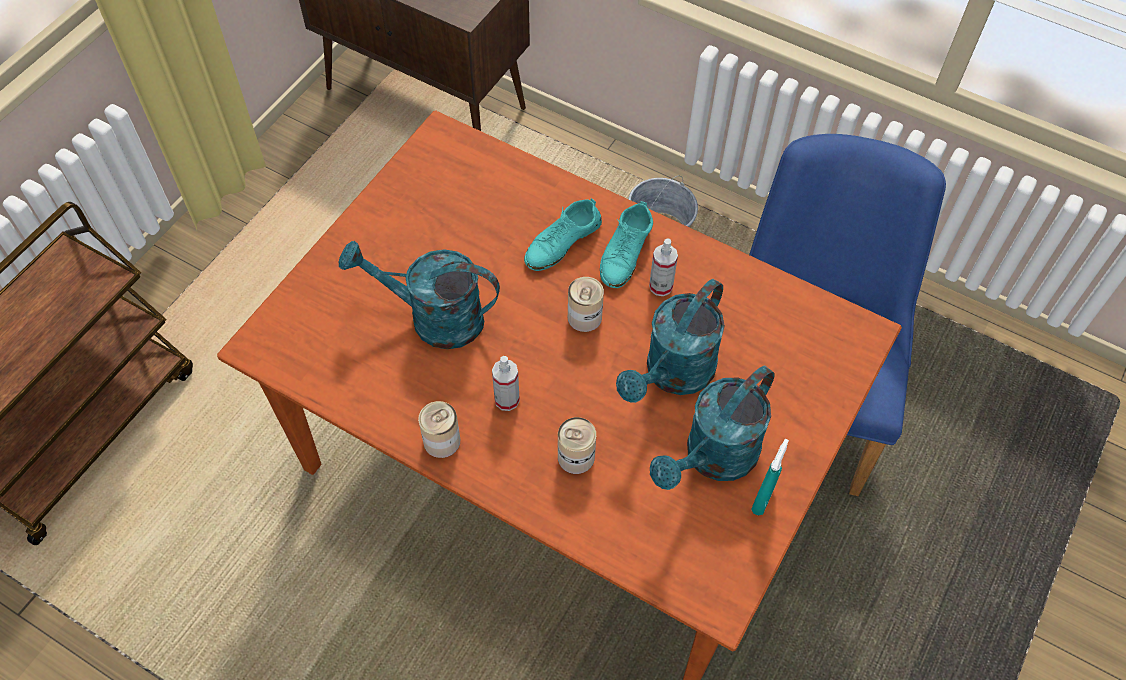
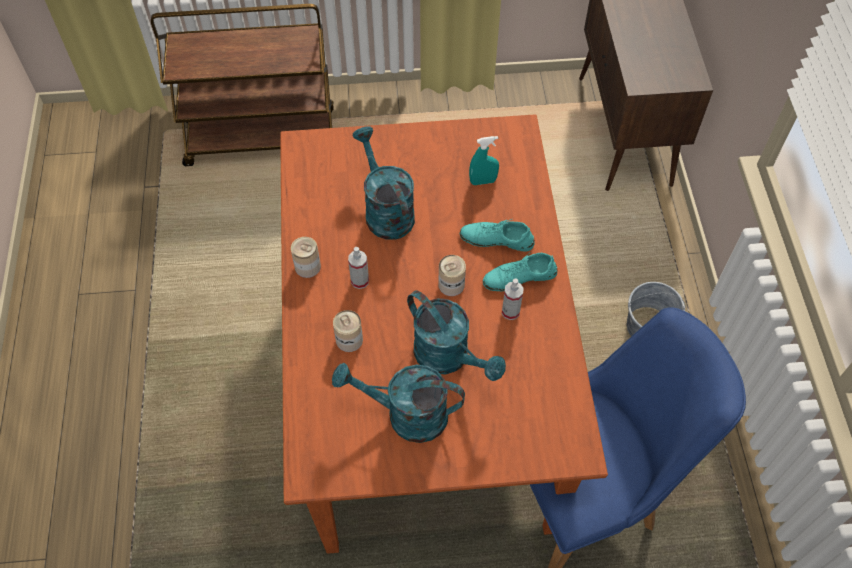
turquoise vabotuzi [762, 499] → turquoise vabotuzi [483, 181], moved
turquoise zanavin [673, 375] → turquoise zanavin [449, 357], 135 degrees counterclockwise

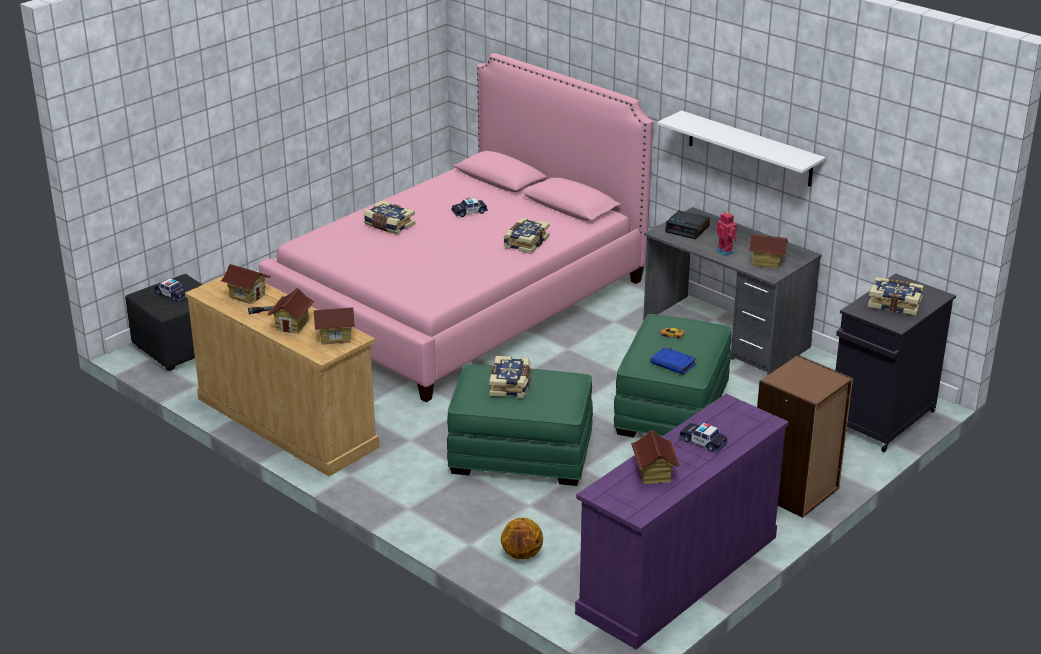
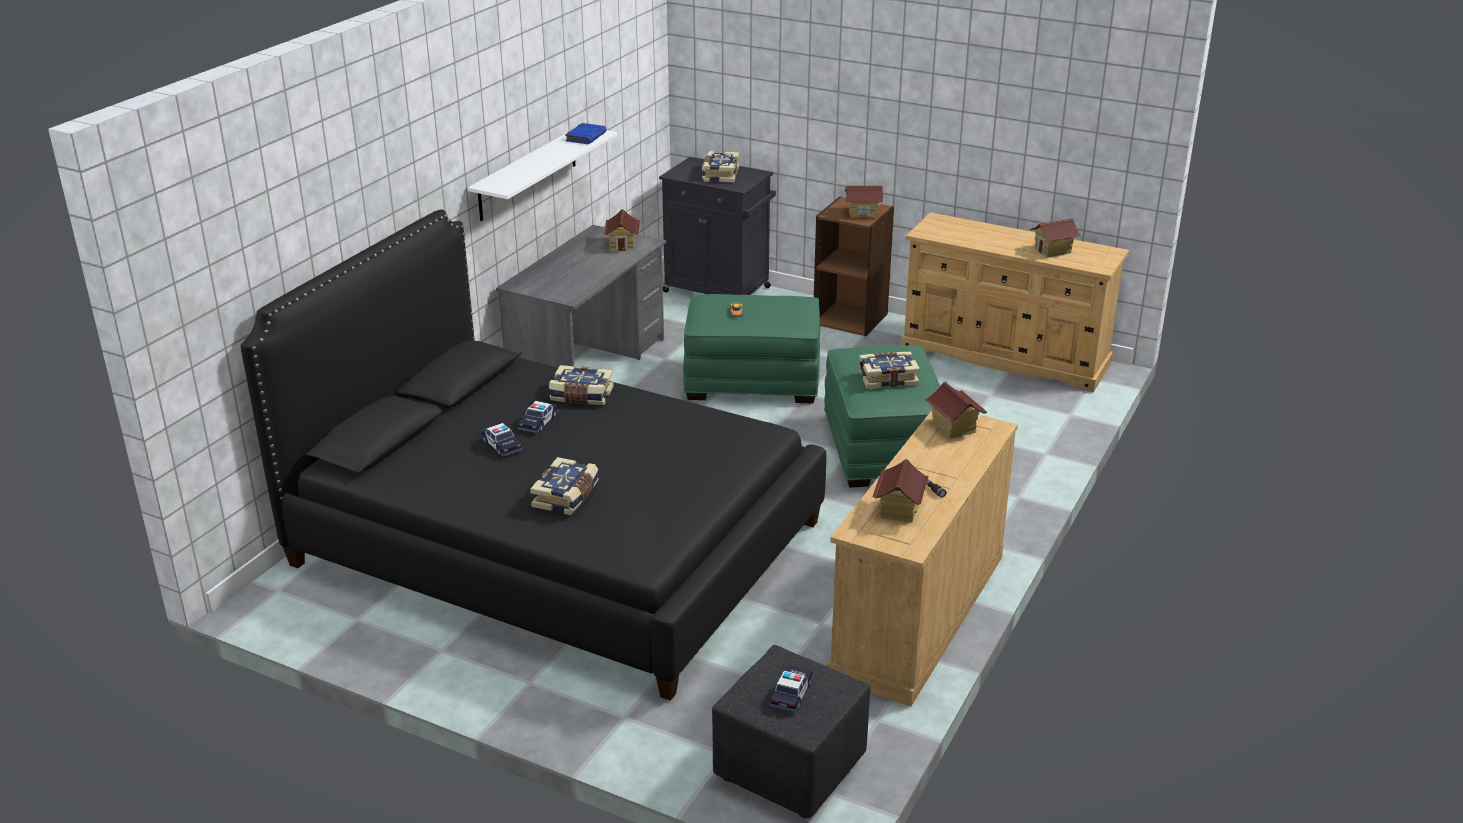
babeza [522, 555] → -
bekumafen [688, 229] → -
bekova [725, 251] → -
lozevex [292, 325] → lozevex [862, 214], moved
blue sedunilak [673, 364] → blue sedunilak [585, 137], moved
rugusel [703, 441] → rugusel [538, 422], moved
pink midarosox [459, 299] → black midarosox [556, 543]
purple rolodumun [678, 575] → beige rolodumun [1005, 356]

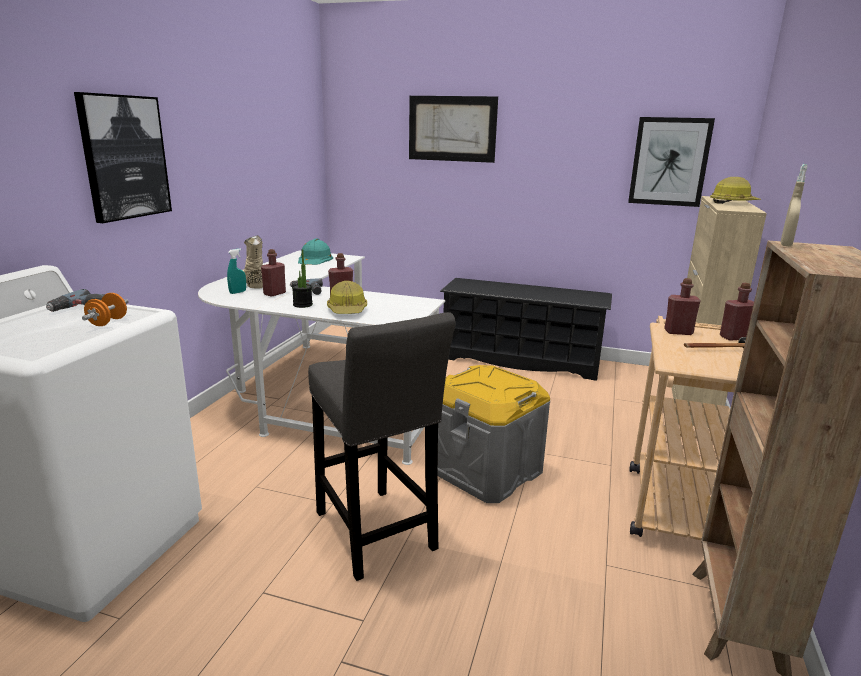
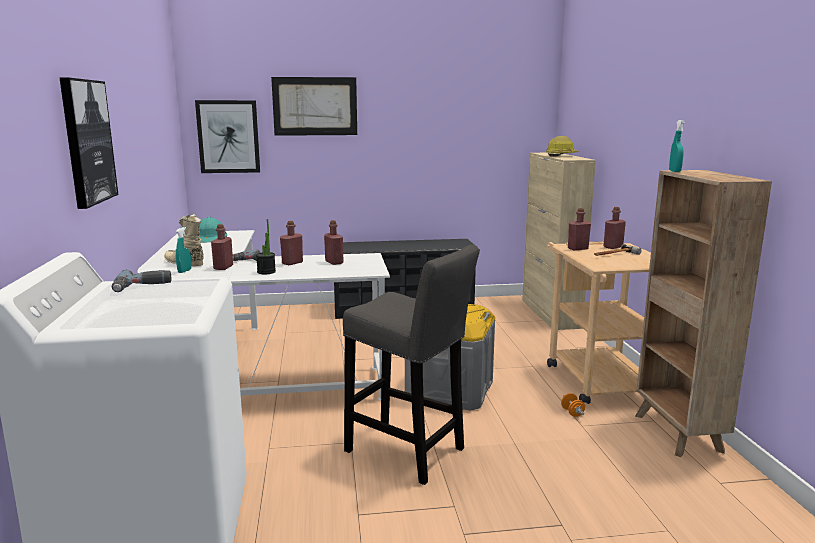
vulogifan [347, 310] → -
- → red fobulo [334, 262]
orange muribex [108, 322] → orange muribex [572, 413], moved
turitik [669, 162] → turitik [228, 136], moved
beige vabotuzi [785, 244] → turquoise vabotuzi [674, 171]

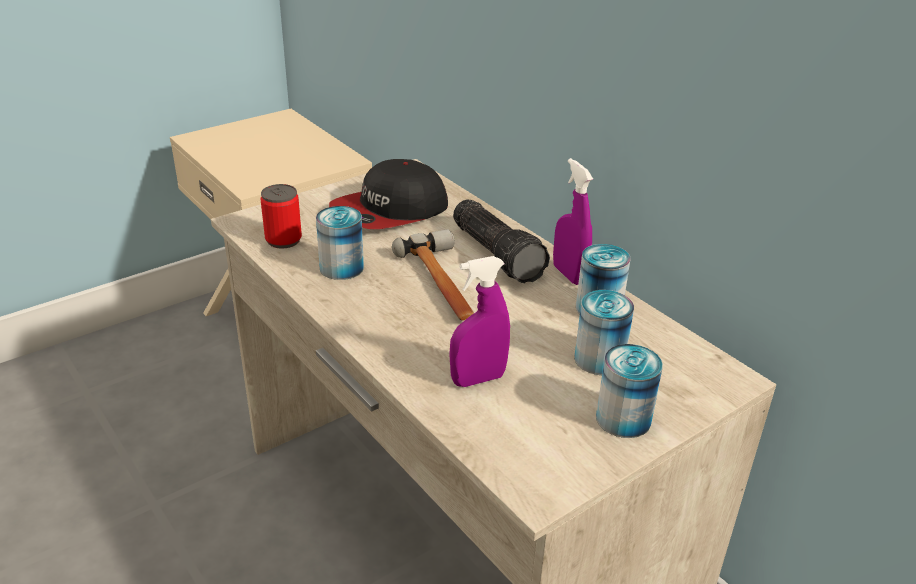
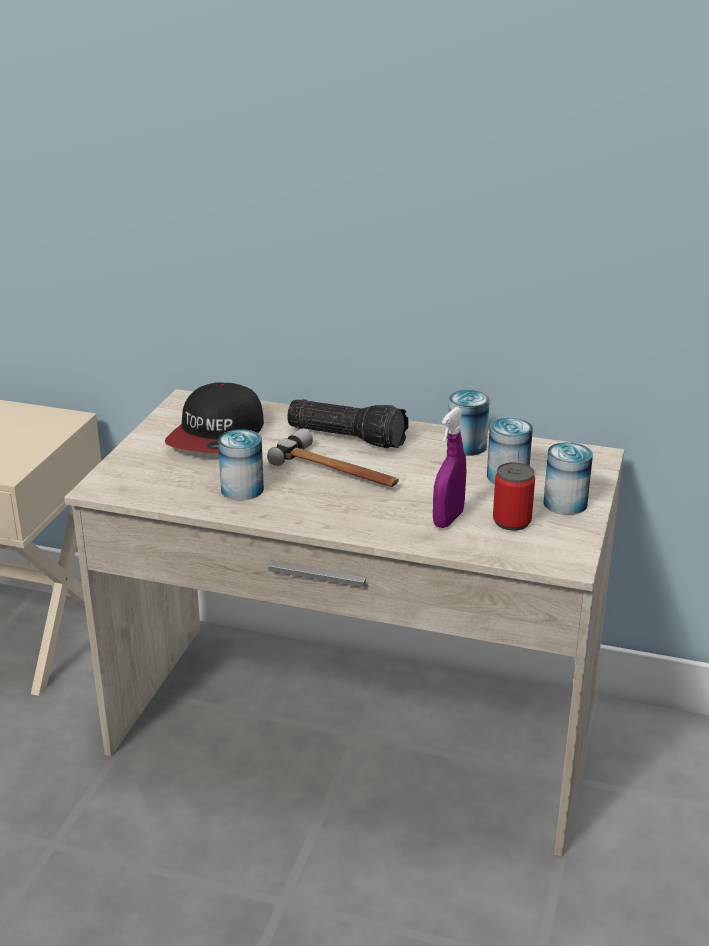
purple vabotuzi [568, 274] → -
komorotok [283, 240] → komorotok [512, 521], moved

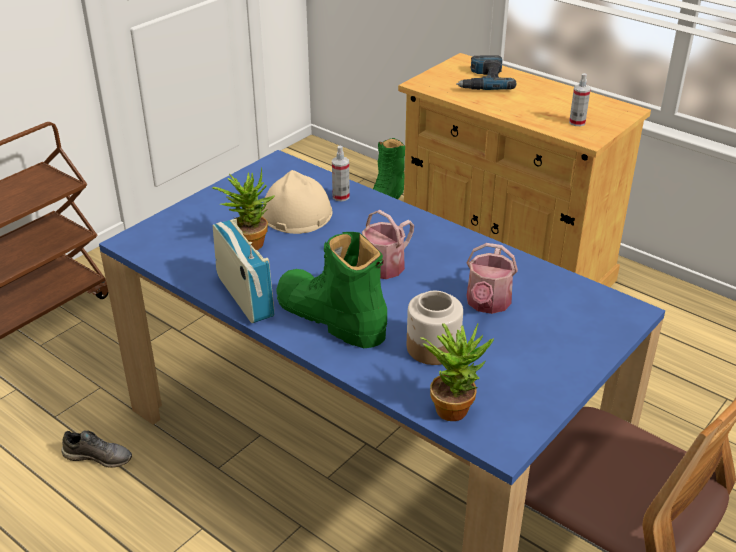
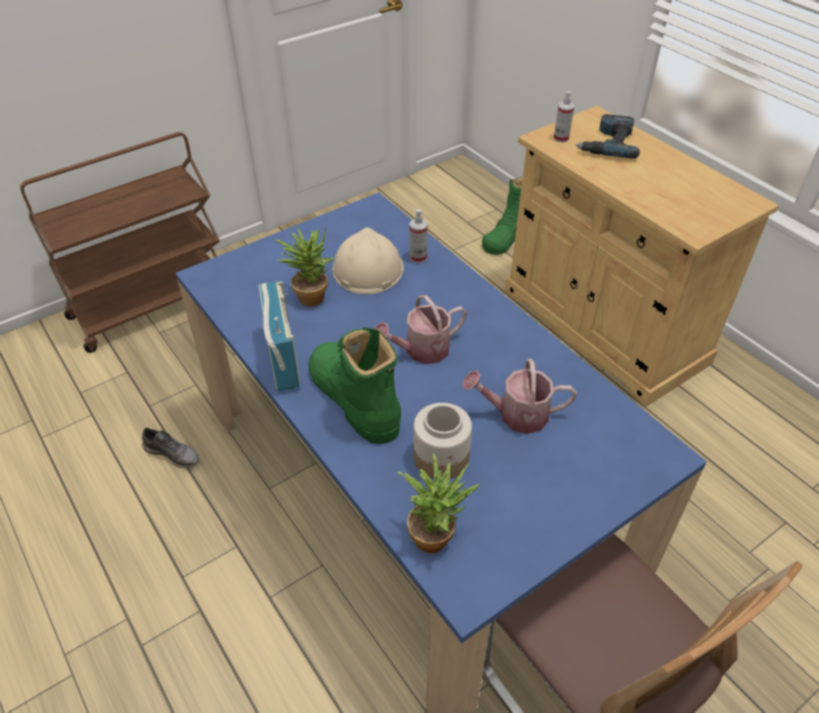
vabotuzi [577, 122] → vabotuzi [561, 138], moved
zanavin [487, 304] → zanavin [516, 415], 60 degrees clockwise

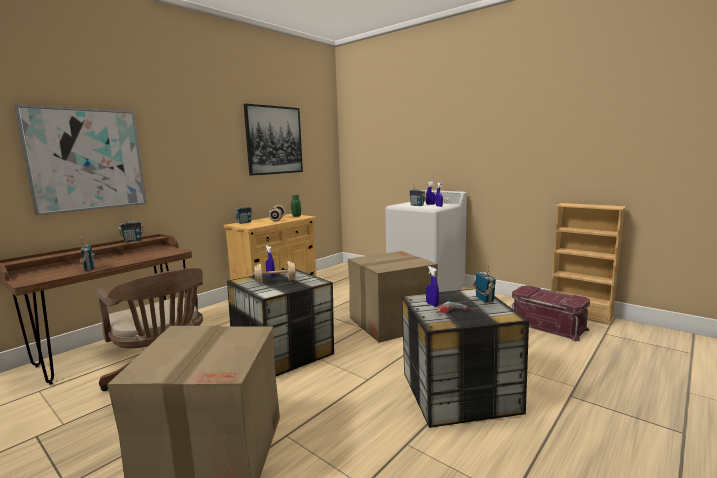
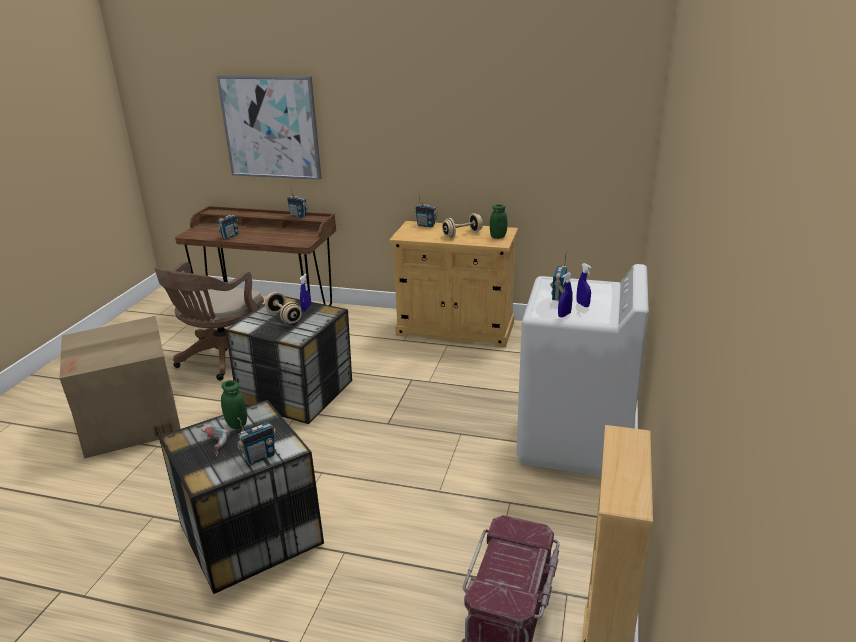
turitik [274, 140] → -
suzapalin [391, 323] → -
blue vabotuzi [432, 304] → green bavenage [237, 424]

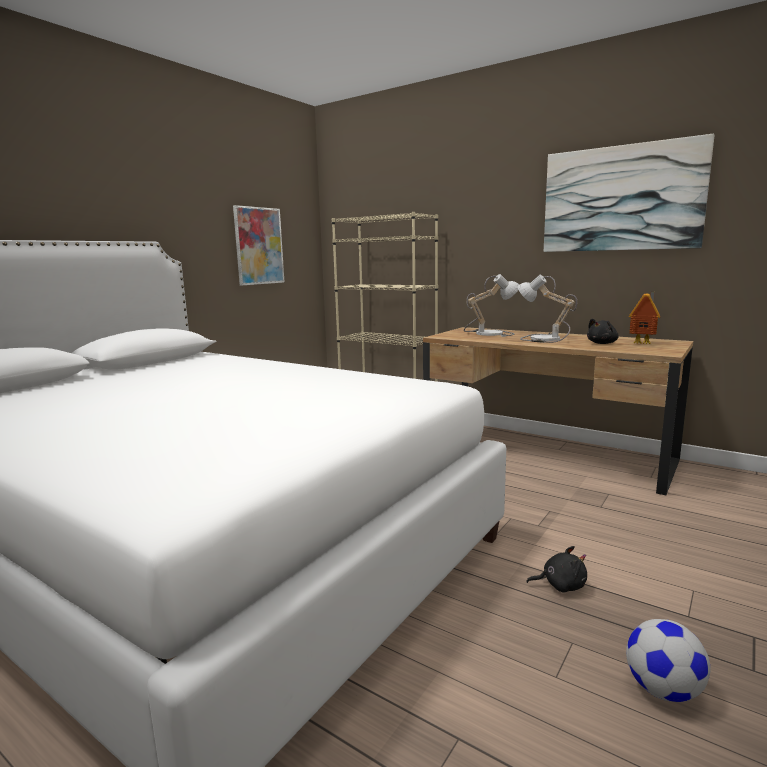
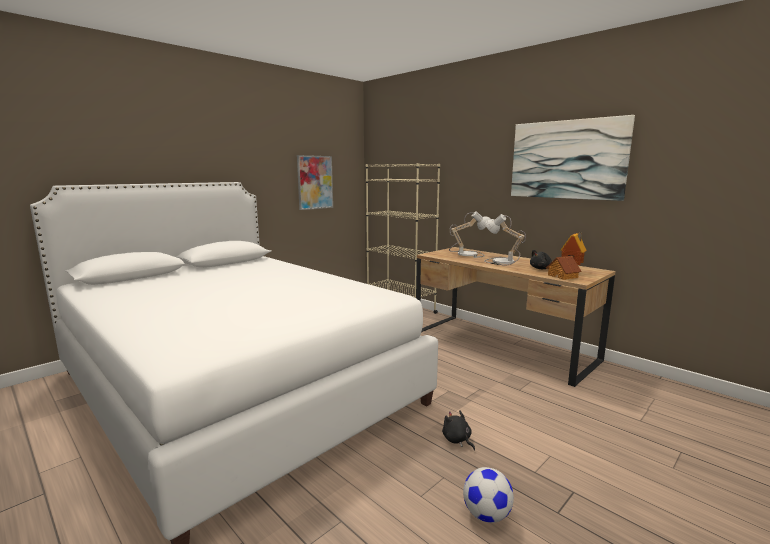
- → lozevex [563, 276]
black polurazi [560, 585] → black polurazi [457, 440], 135 degrees counterclockwise

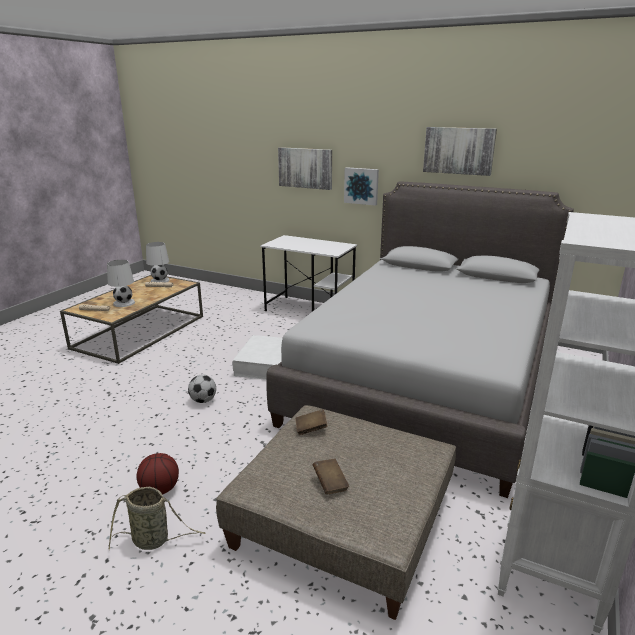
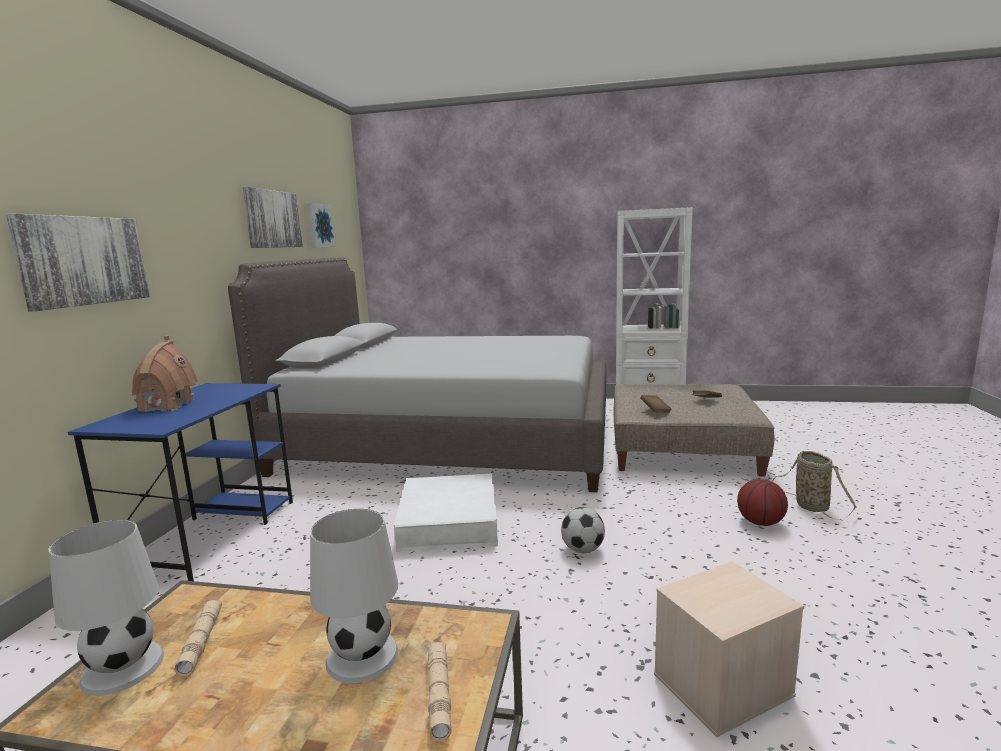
- → lozevex [166, 405]
- → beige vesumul [722, 686]
turitik [361, 186] → turitik [319, 226], moved
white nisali [310, 310] → blue nisali [211, 534]

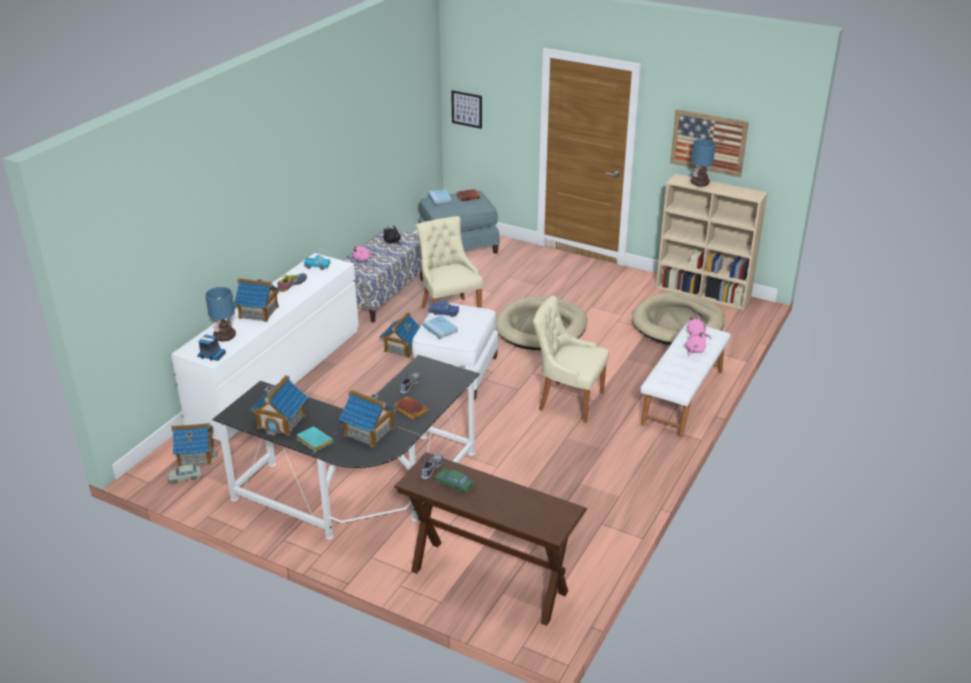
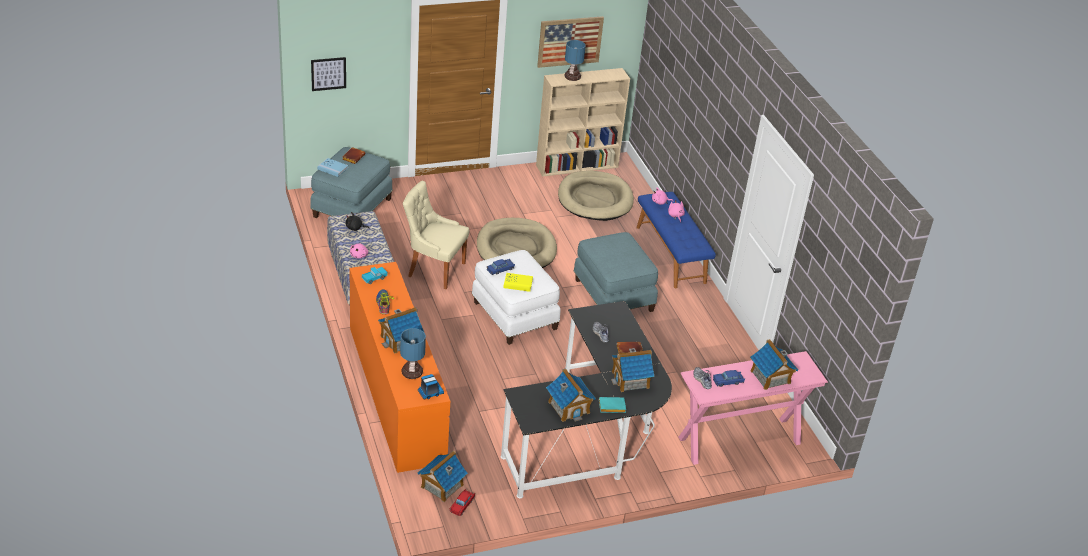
lozevex [402, 348] → lozevex [770, 377], moved
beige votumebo [568, 400] → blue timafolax [612, 295]
beige rugusel [185, 477] → red rugusel [462, 505]
white rolodumun [277, 376] → orange rolodumun [395, 392]
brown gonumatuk [488, 581] → pink gonumatuk [739, 440]
blue sedunilak [440, 328] → yellow sedunilak [518, 283]
green rugusel [454, 484] → blue rugusel [728, 381]
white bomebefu [683, 397] → blue bomebefu [671, 254]

